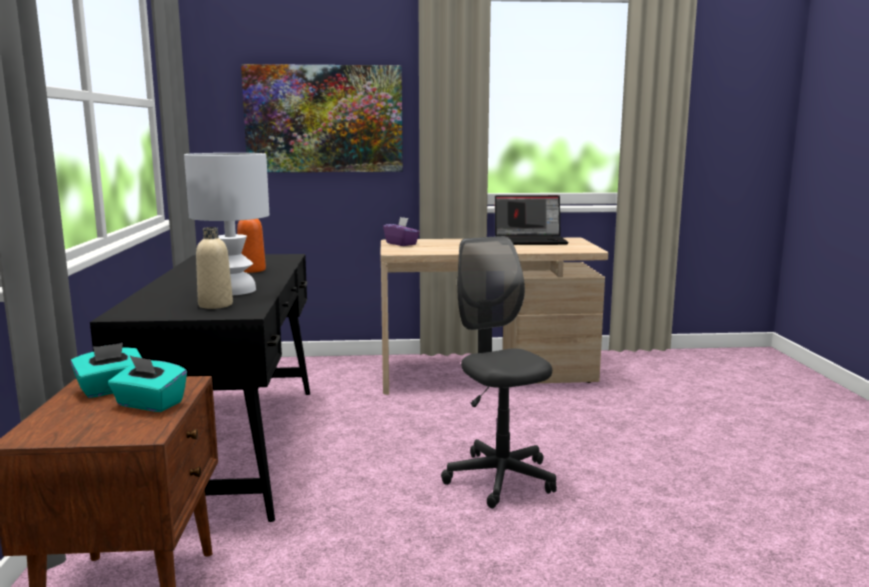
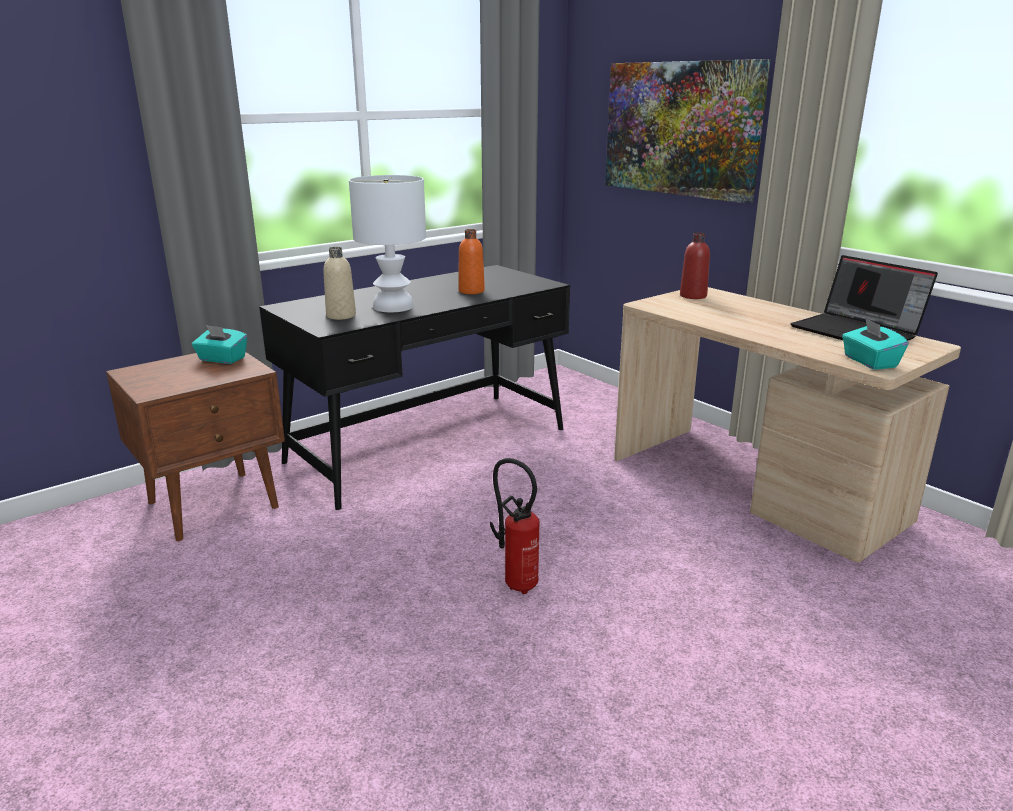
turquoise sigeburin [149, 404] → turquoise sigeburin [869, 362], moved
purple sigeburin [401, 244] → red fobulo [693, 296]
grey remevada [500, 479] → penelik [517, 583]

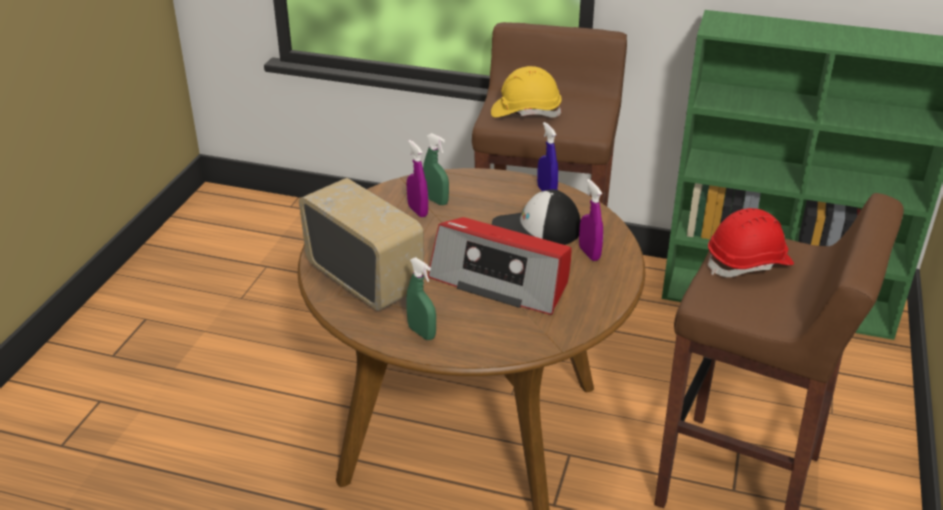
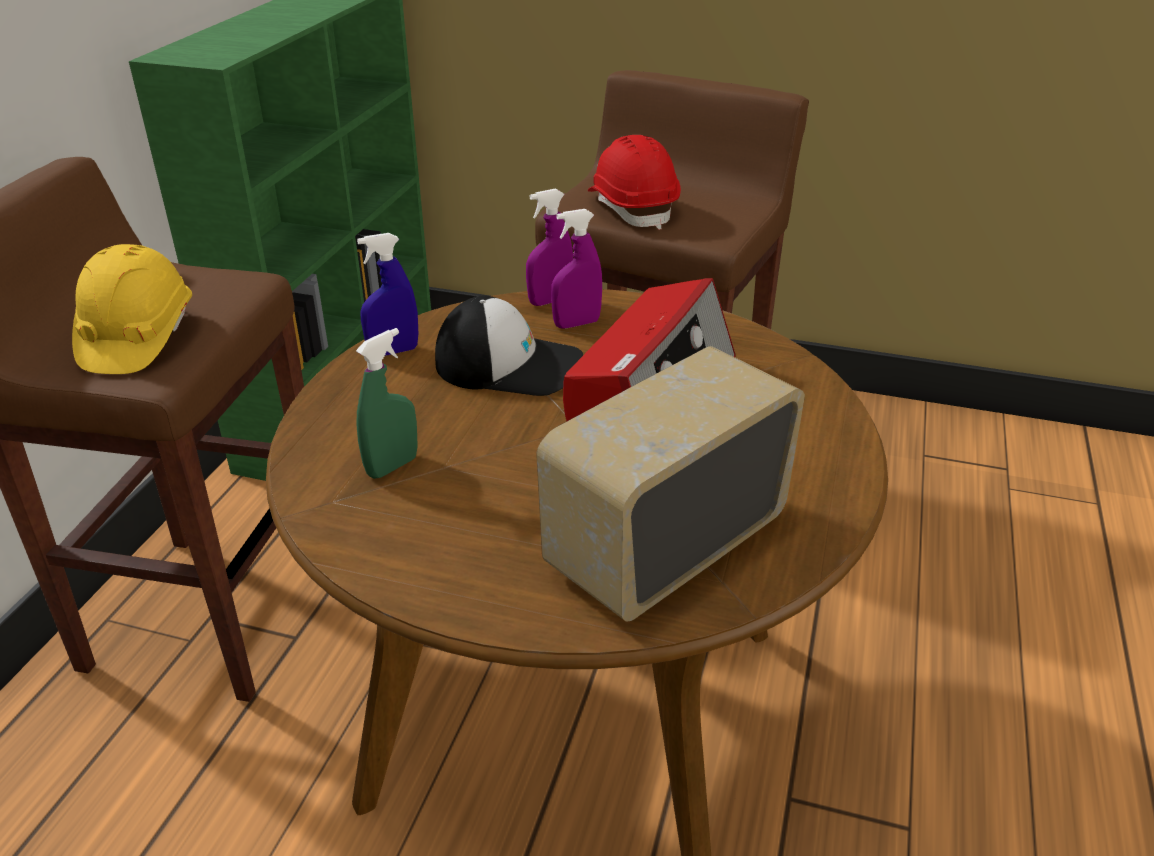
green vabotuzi [422, 333] → -
purple vabotuzi [417, 211] → purple vabotuzi [550, 301], moved
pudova [535, 230] → pudova [510, 364], 75 degrees counterclockwise

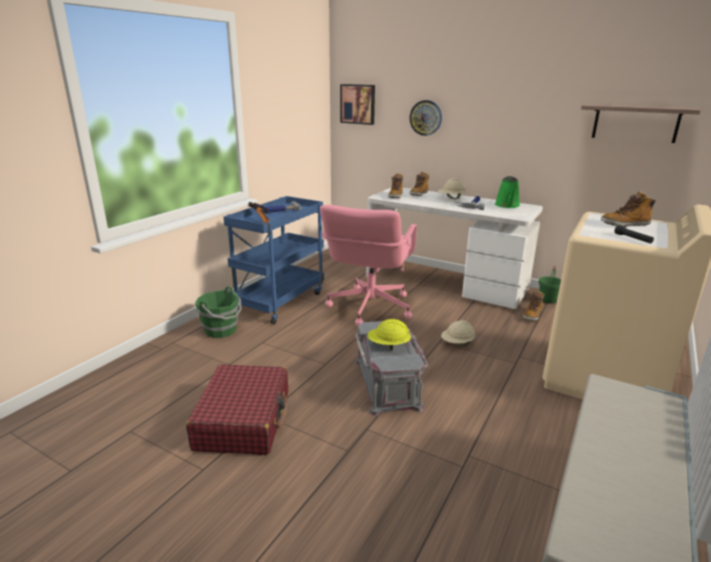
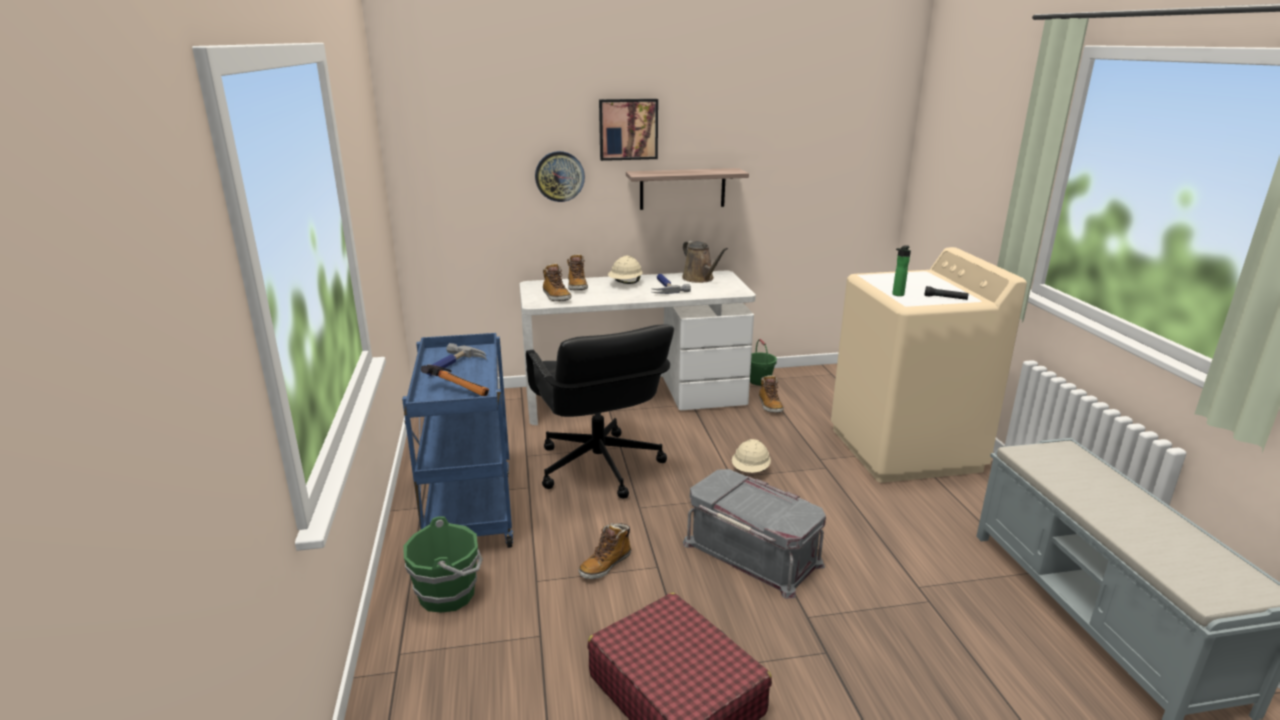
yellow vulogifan [388, 346] → -
- → fobulo [897, 295]
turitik [358, 104] → turitik [628, 129], moved
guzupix [635, 123] → guzupix [682, 188], moved
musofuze [625, 225] → musofuze [605, 565], moved
pink remevada [369, 307] → black remevada [598, 467]
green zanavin [507, 205] → brown zanavin [700, 279]

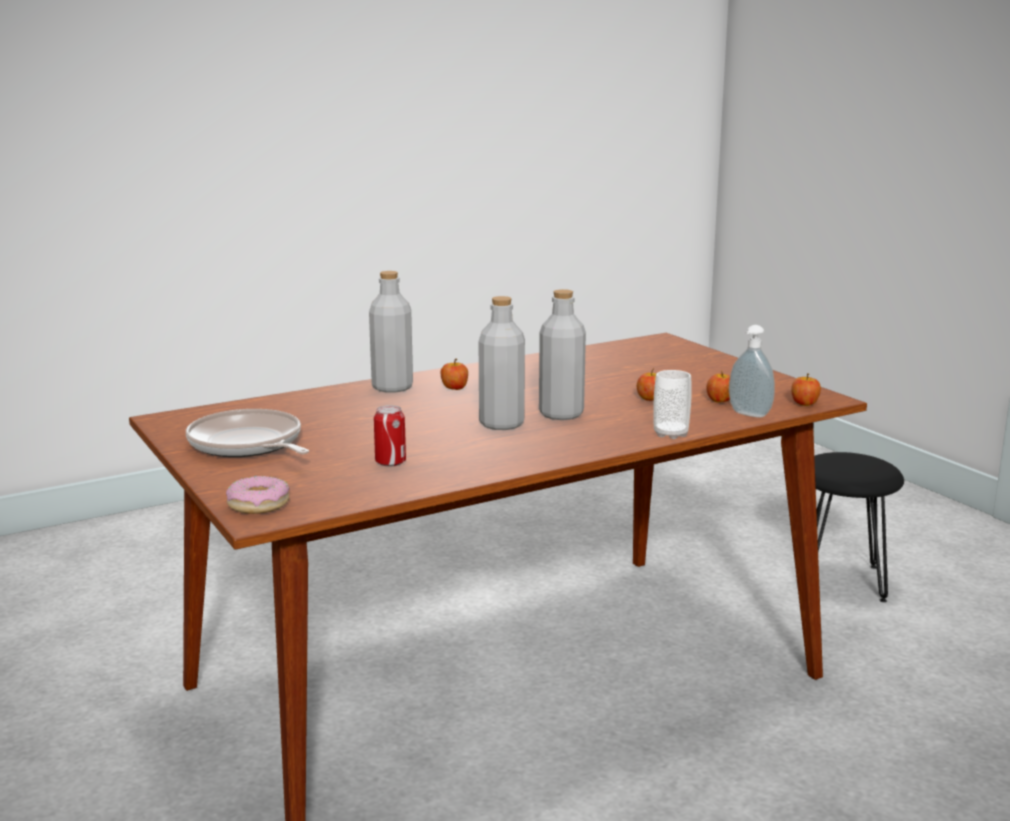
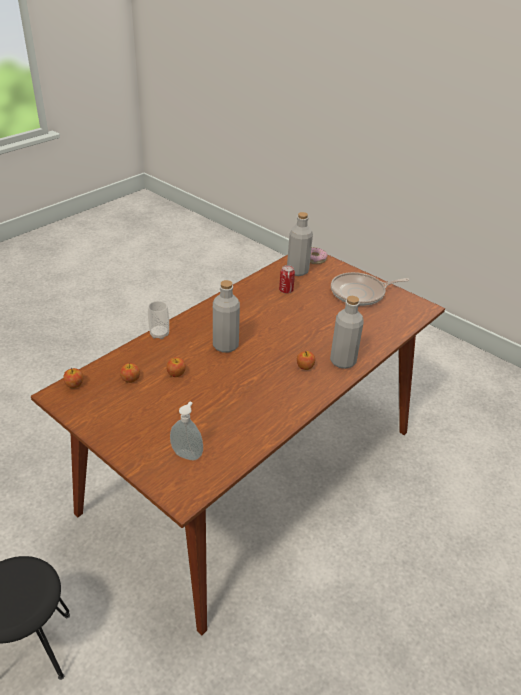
grey fobulo [501, 424] → grey fobulo [297, 271], moved
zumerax [748, 414] → zumerax [188, 454], moved
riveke [248, 445] → riveke [360, 293], 135 degrees clockwise

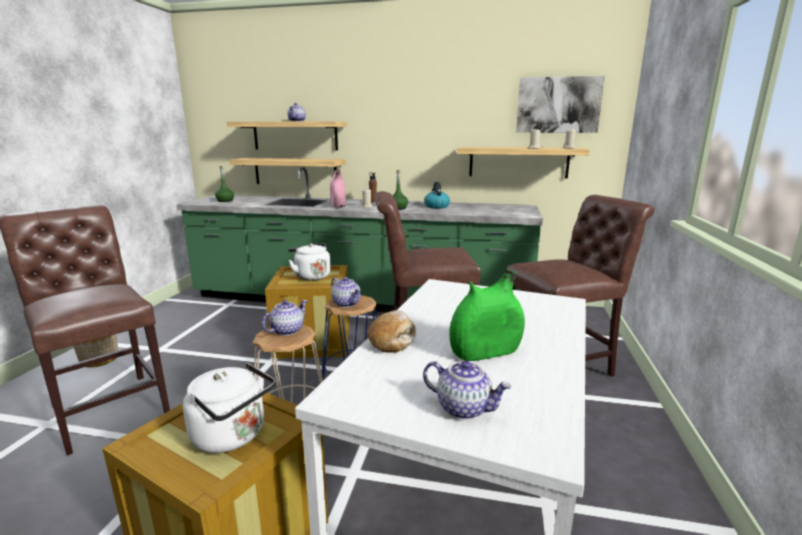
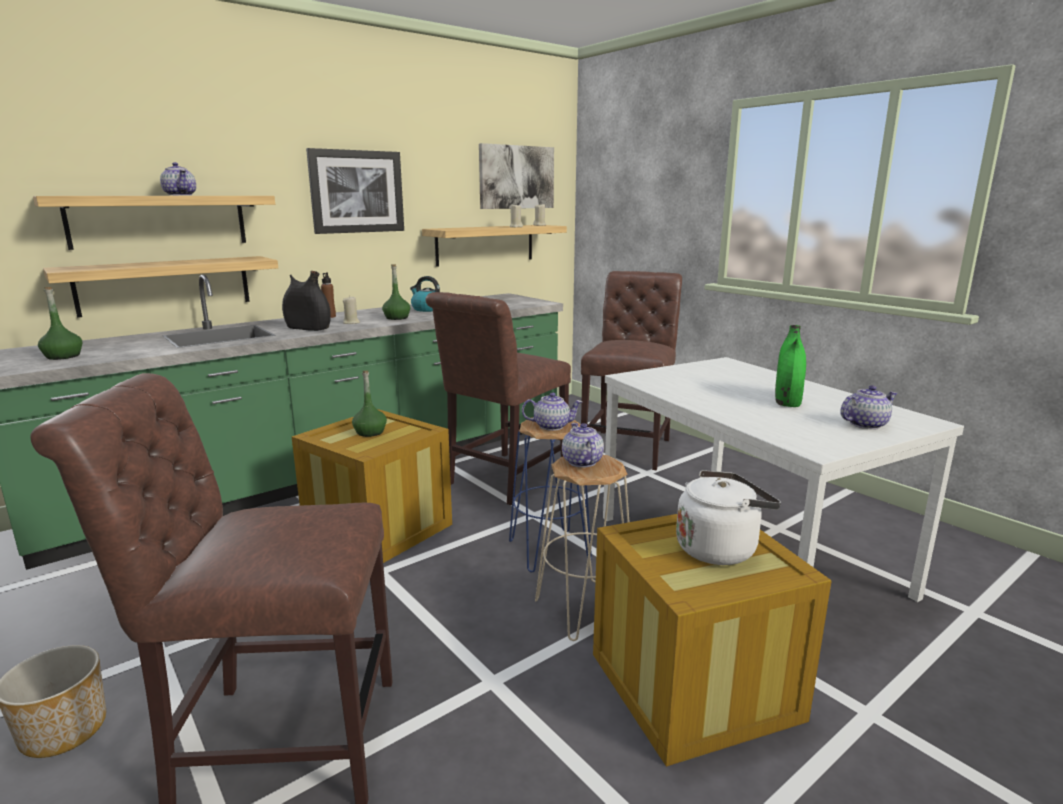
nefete [392, 339] → -
- → turitik [357, 191]
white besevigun [311, 276] → green fobulo [370, 432]
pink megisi [338, 206] → black megisi [308, 328]

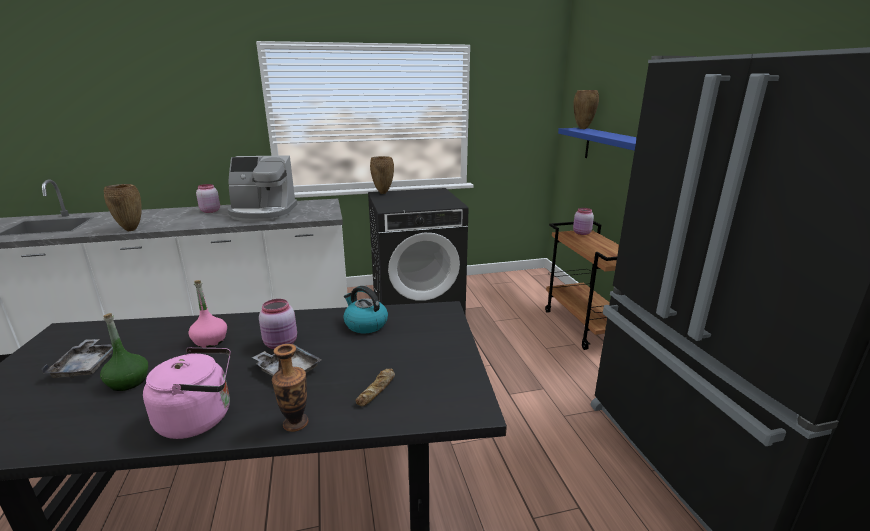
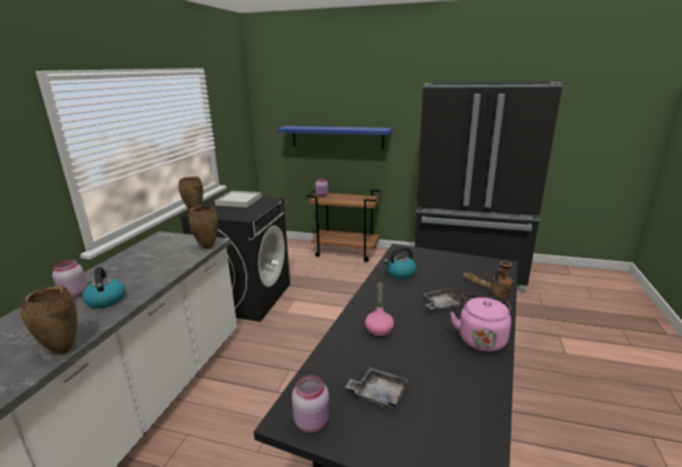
green fobulo [128, 382] → -
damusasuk [263, 213] → -
- → besevigun [106, 300]
- → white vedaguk [239, 201]
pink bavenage [281, 344] → pink bavenage [313, 422], moved
brown megisi [582, 129] → brown megisi [207, 248], moved

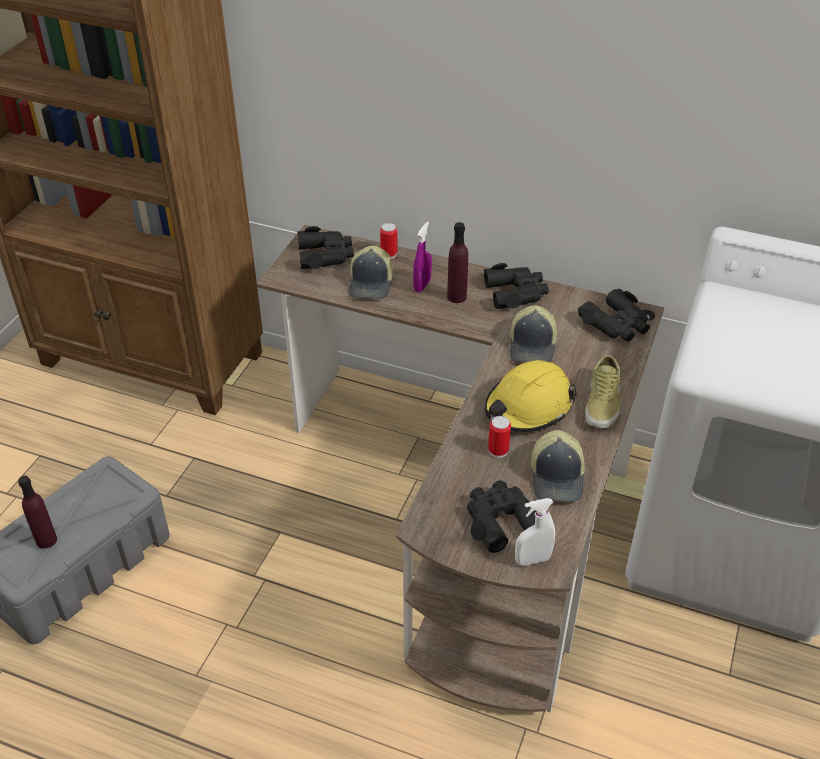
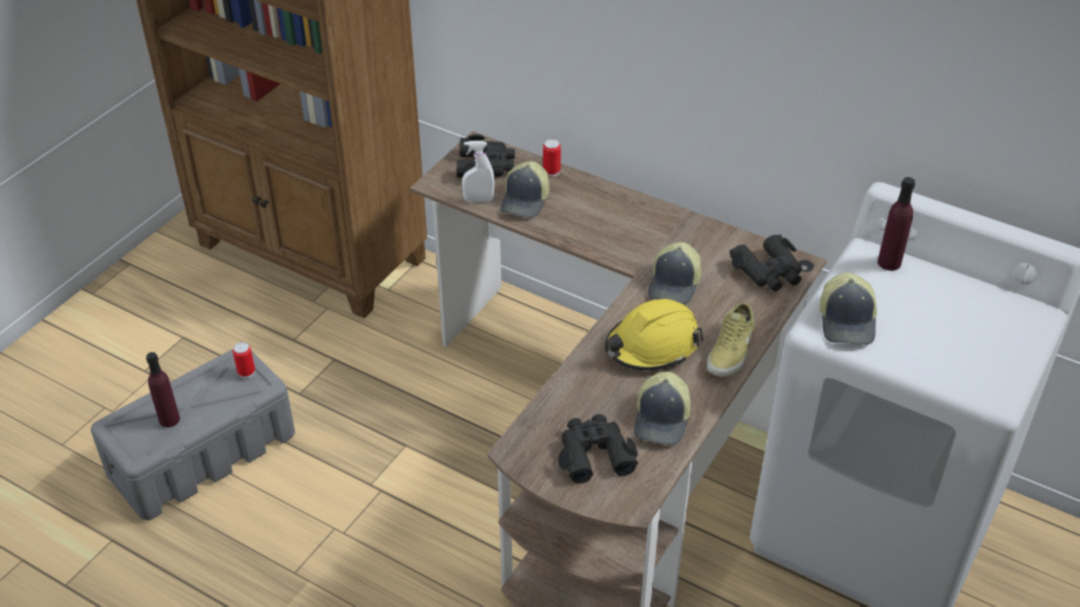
purple vabotuzi [422, 285] → -
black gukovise [516, 293] → -
- → pudova [848, 321]
purple fobulo [456, 297] → purple fobulo [889, 263], moved
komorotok [498, 450] → komorotok [246, 372], moved
white vabotuzi [532, 560] → white vabotuzi [478, 200], moved

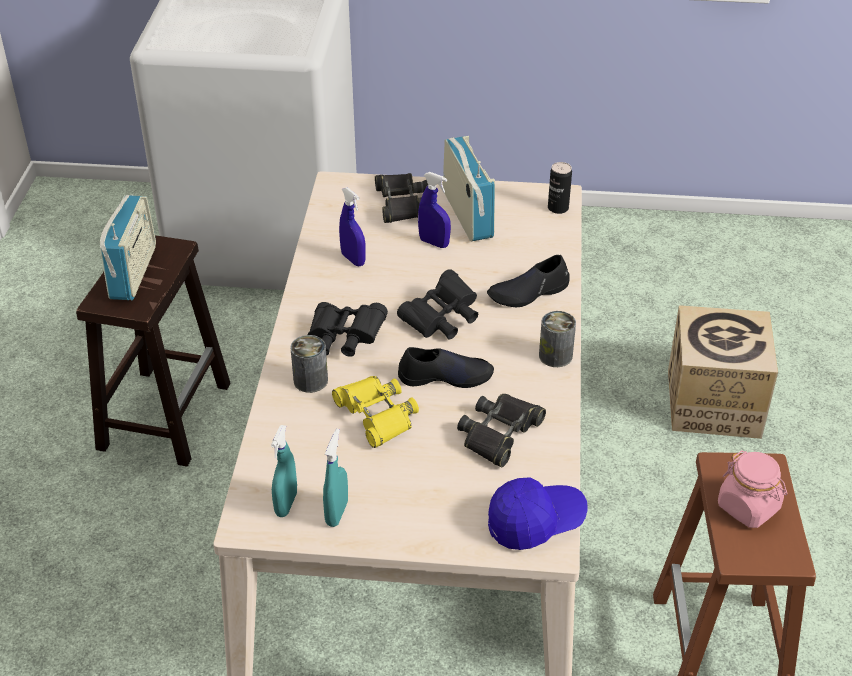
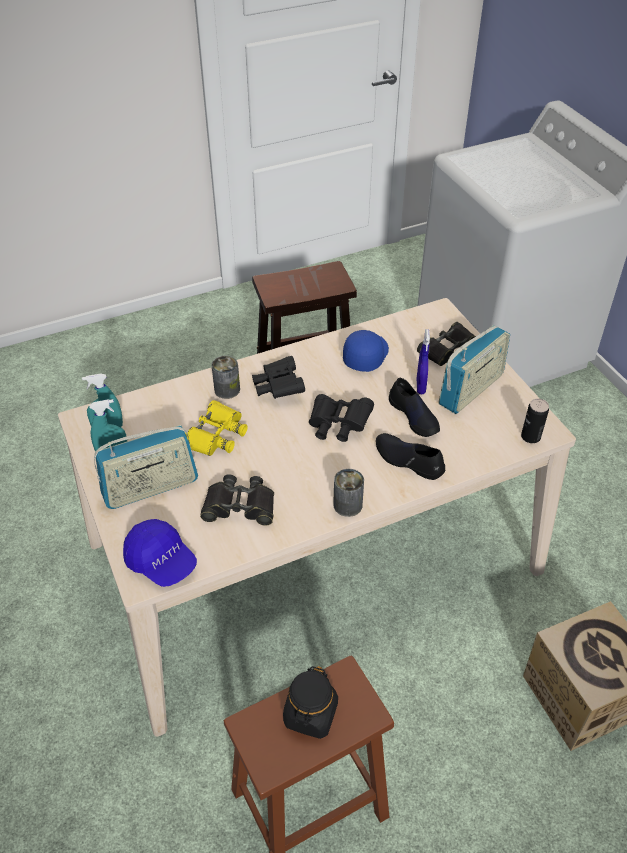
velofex [133, 272] → velofex [150, 488], moved
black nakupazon [445, 376] → black nakupazon [414, 416], moved
blue vabotuzi [353, 259] → blue pudova [365, 355]
pink bavenage [748, 507] → black bavenage [310, 714]

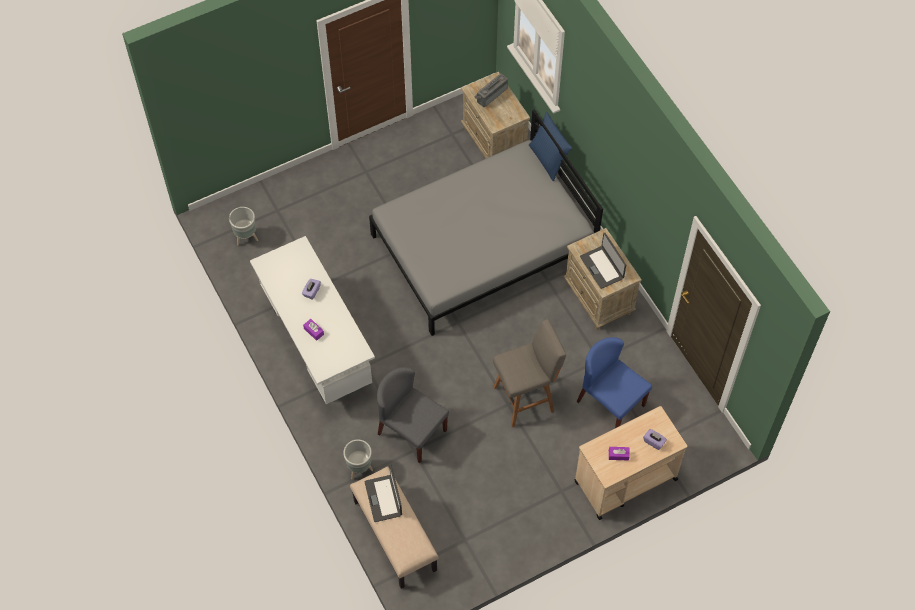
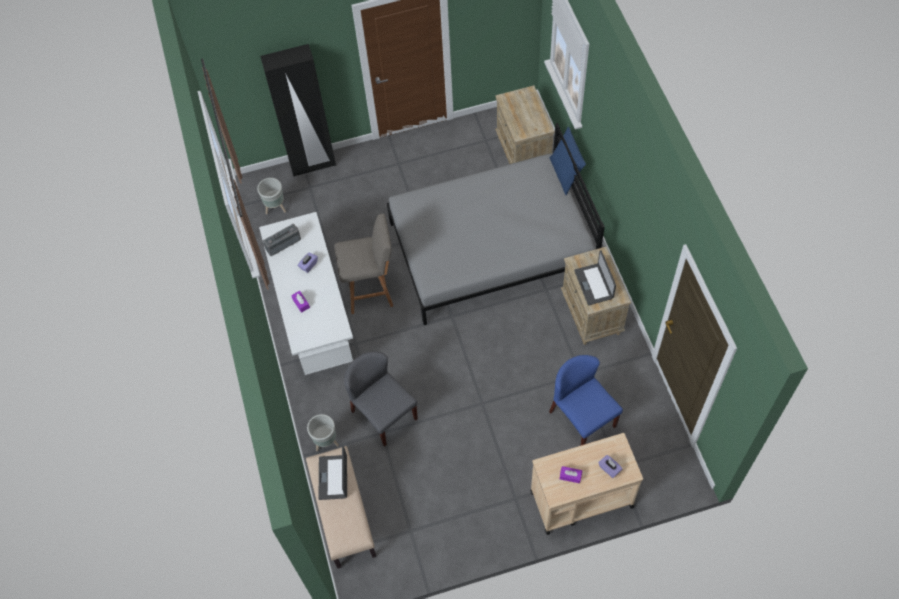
- → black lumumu [313, 164]
velofex [490, 94] → velofex [282, 243], moved
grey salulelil [525, 398] → grey salulelil [371, 290], moved

